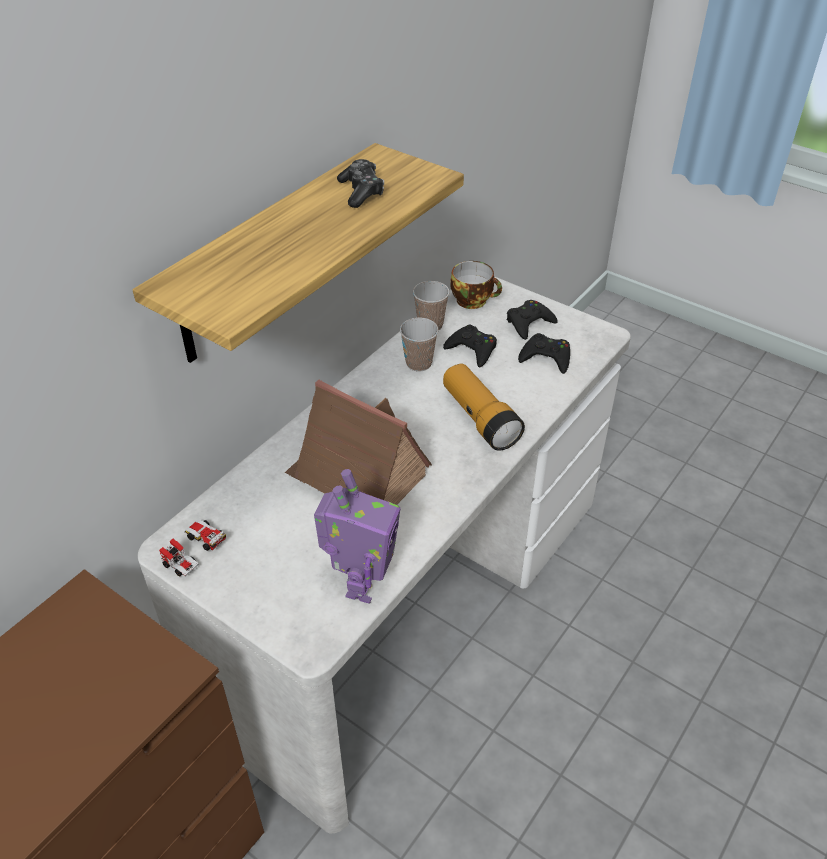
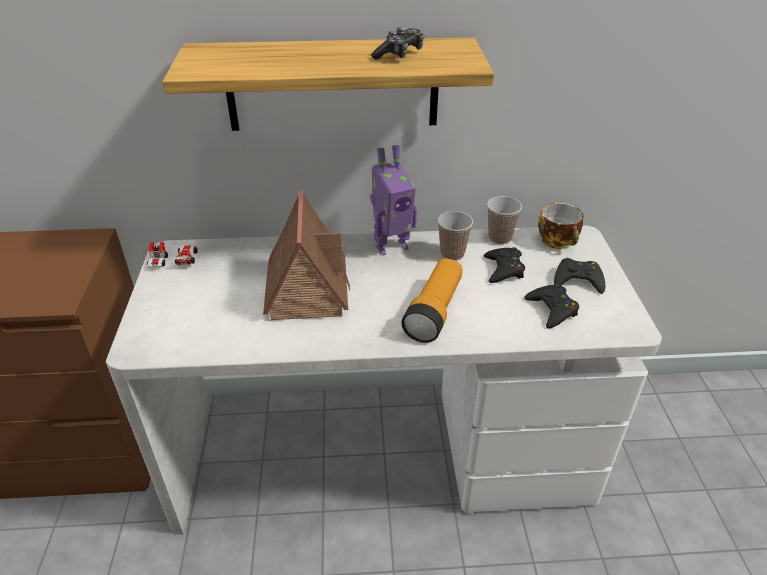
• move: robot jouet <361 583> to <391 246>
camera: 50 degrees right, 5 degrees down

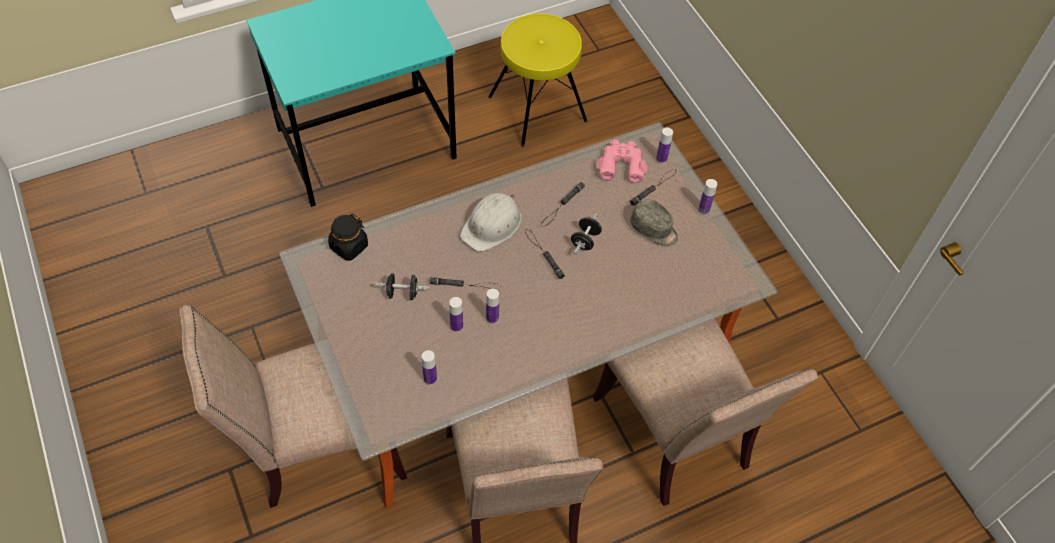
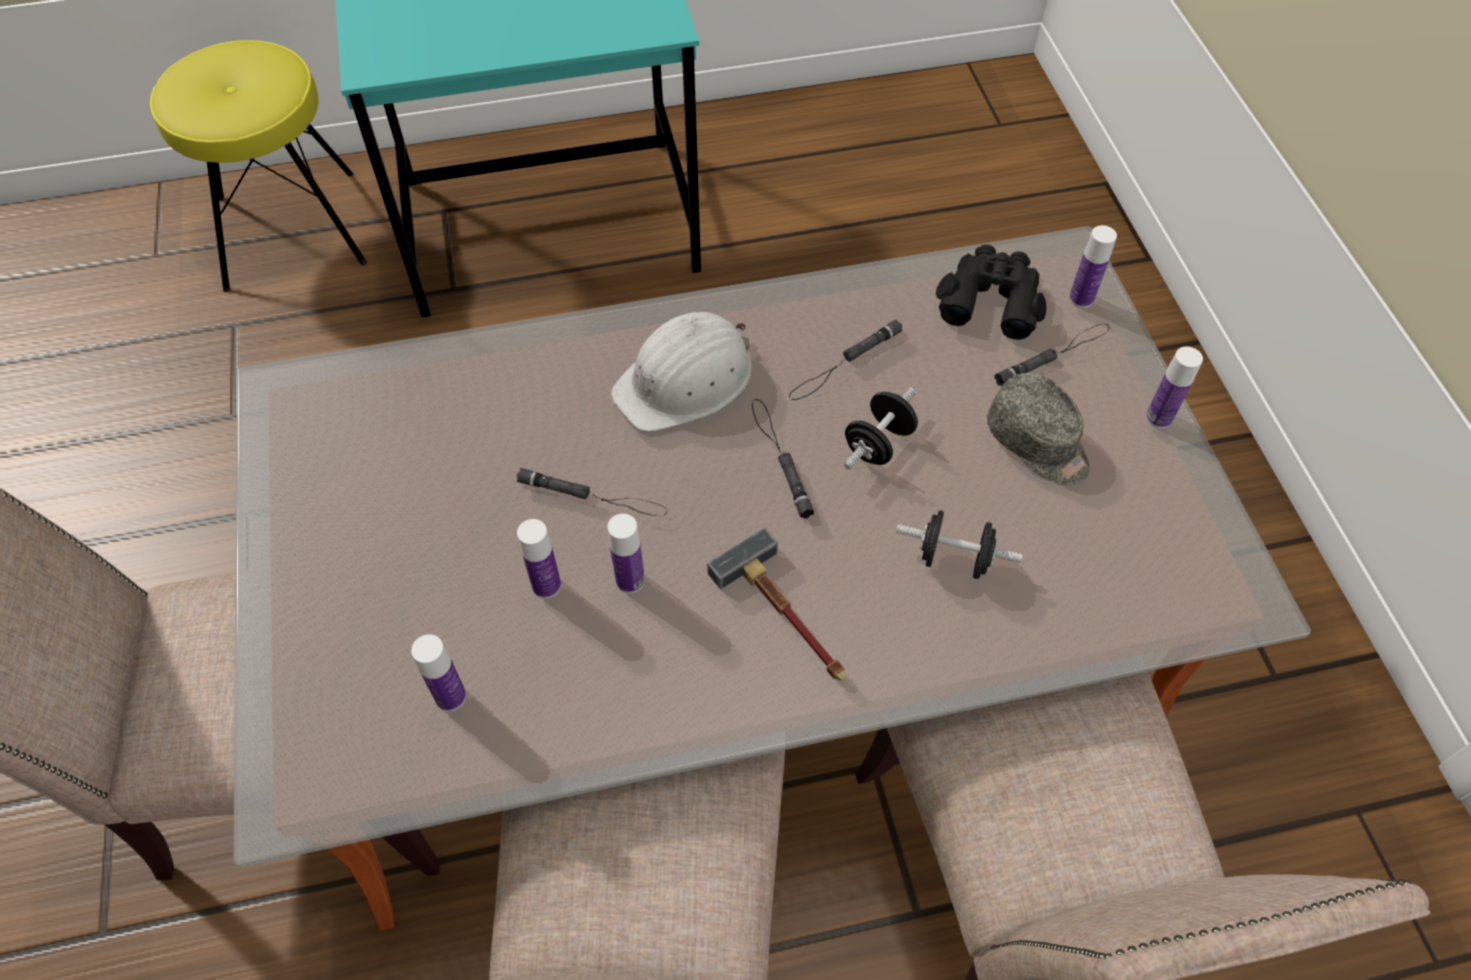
• move: tabouret/jaune <537 108> to <291 229>
• insert: marteau <787 617>
• move: haltère/noir <402 293> to <954 559>
• recolor: jumelles/rose <621 165> to jumelles/noir <991 298>
• delete: bocal/noir <349 246>
camera: 15 degrees right, 0 degrees up

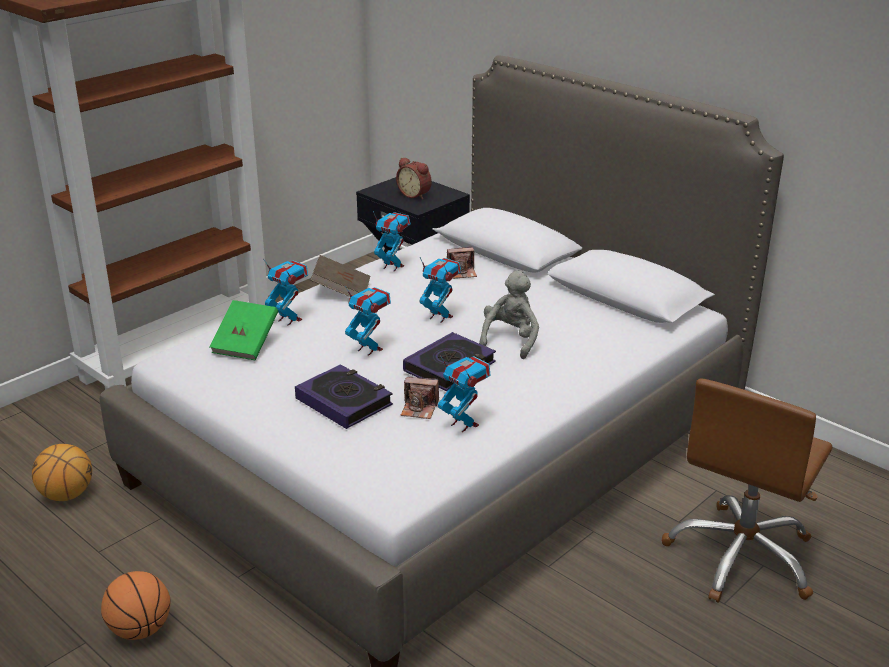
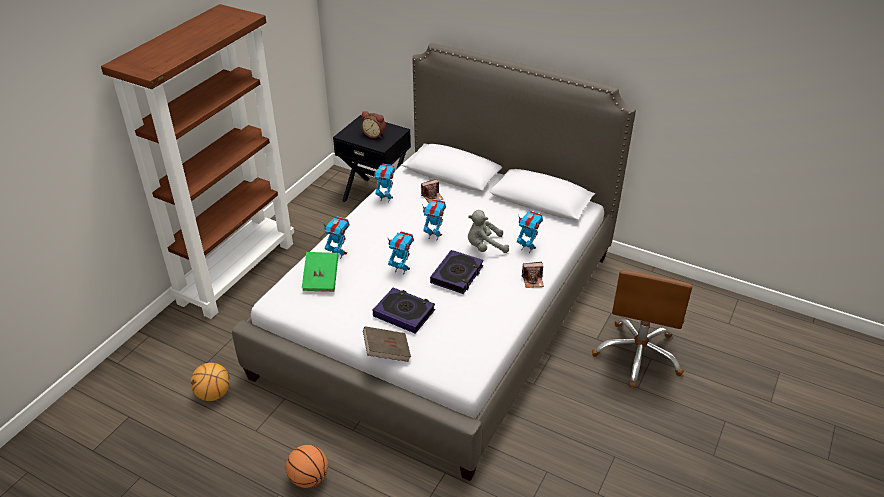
• move: livre/marron <341 291> to <387 352>
• rotate: peluche/gris <510 340> = <484 247> 105 degrees counterclockwise
• move: robot jouet <464 424> to <528 248>
• move: appareil photo <419 408> to <533 280>
camera: 15 degrees left, 10 degrees up

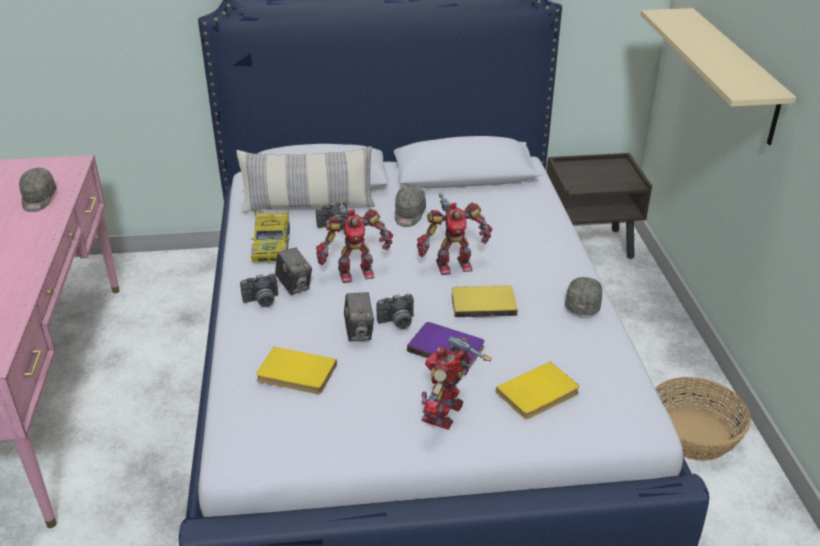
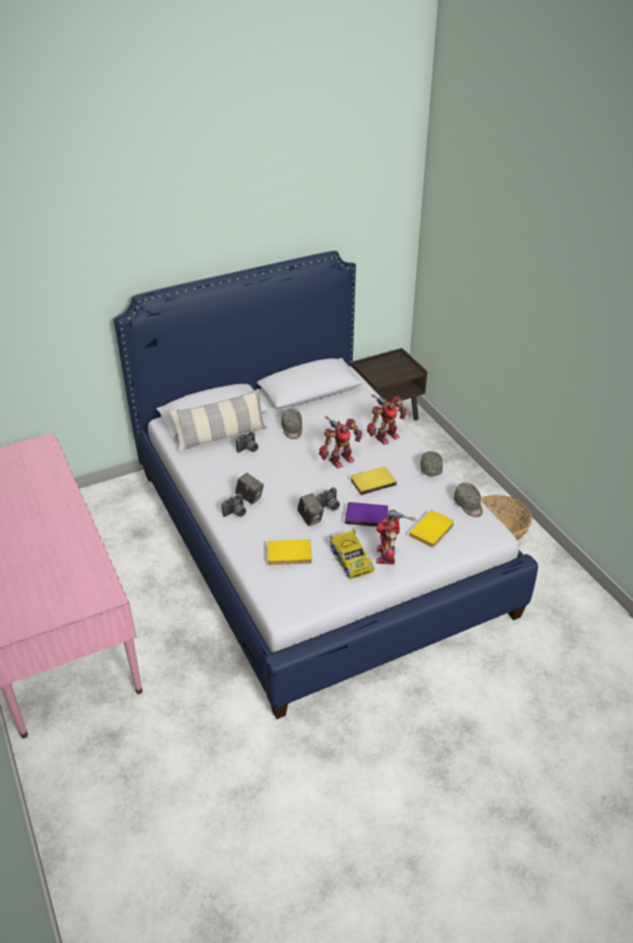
• move: petite voiture <272 245> to <351 559>
• move: robot jouet <355 272> to <385 436>
• move: casquette/gris <38 199> to <468 505>
• delete: étagère/beige <733 74>
camera: 20 degrees left, 5 degrees up

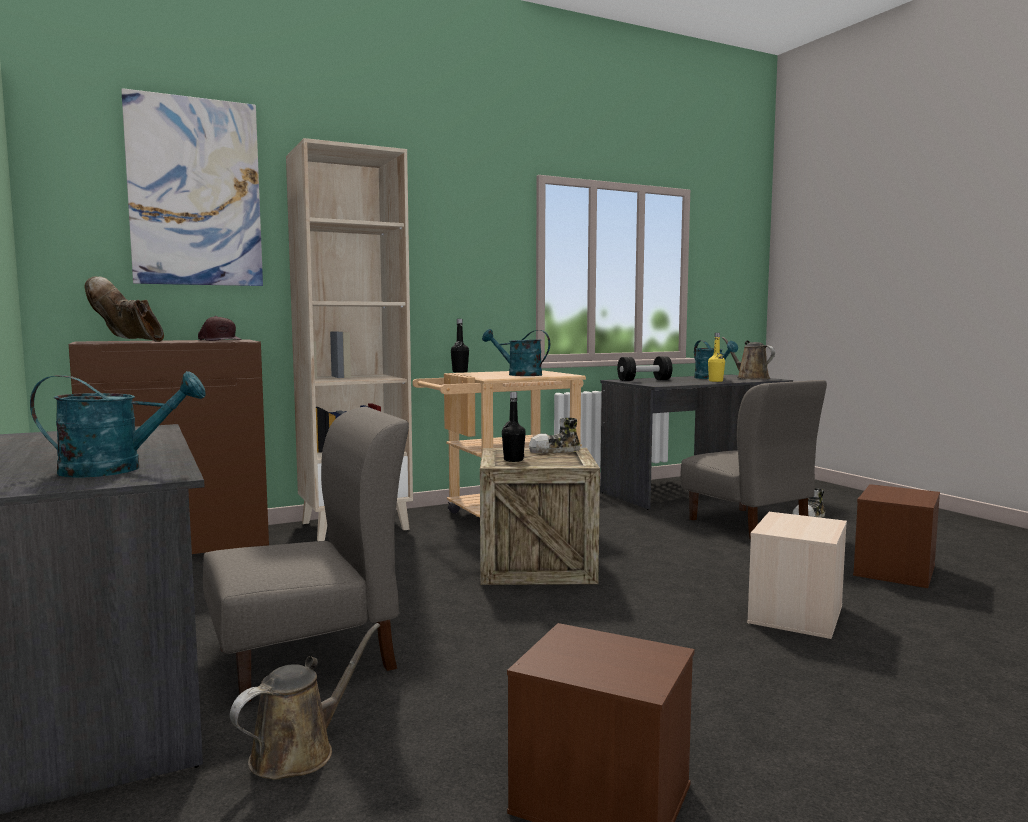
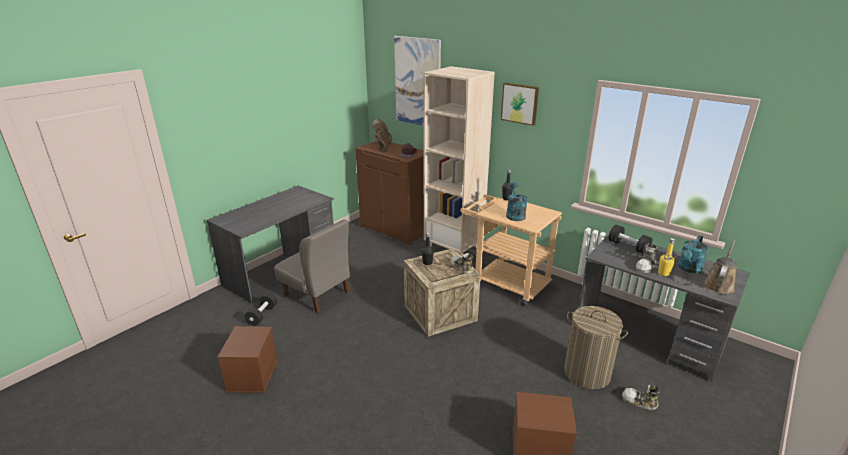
• replace: arrosoir/marron <299 752> to haltère/noir <262 315>
• insert: tableau <520 103>
• replace: chaise/gris <748 524> to panier à linge <587 373>
• insert: chaussure <646 266>
• delete: arrosoir/turquoise <116 469>
• delete: boîte de rangement/beige <797 615>
camera: 65 degrees right, 20 degrees up

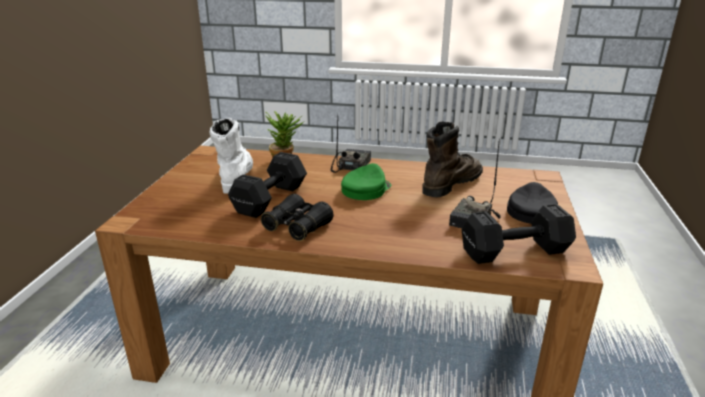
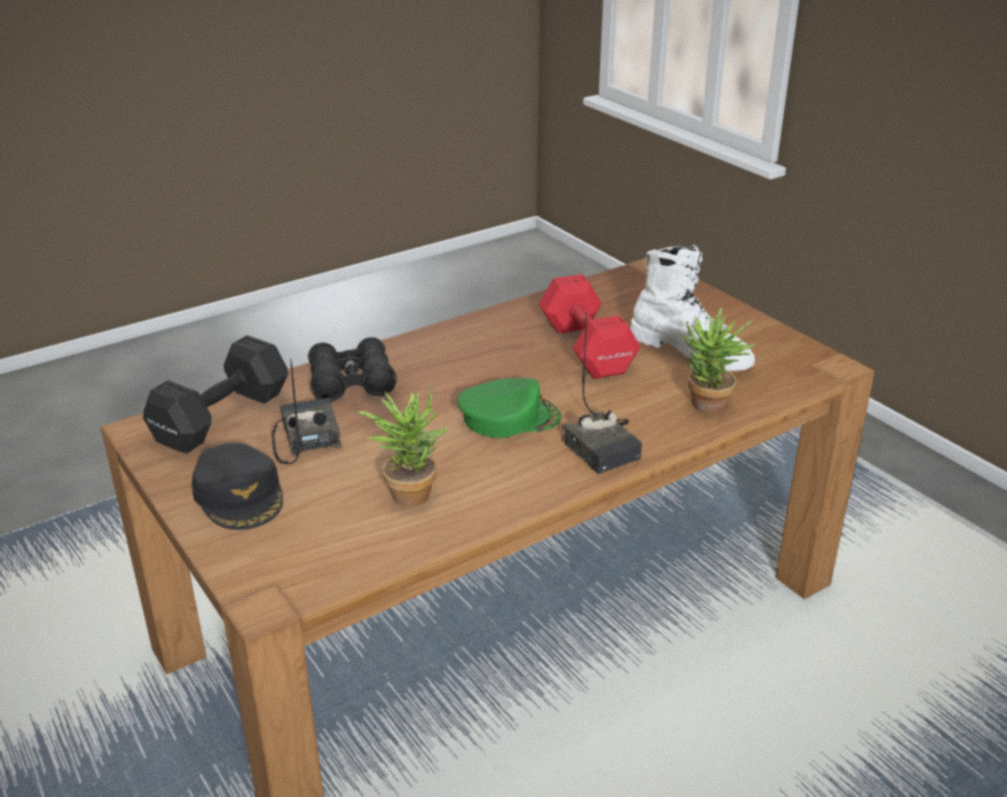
• move: jumelles/noir <297 227> to <351 383>
• replace: botte/marron <451 184> to plante en pot <407 491>
• rotate: casquette/vert <365 189> = <509 417> 90 degrees counterclockwise
• recolor: haltère/noir <272 198> to haltère/rouge <586 350>
camera: 135 degrees right, 5 degrees up

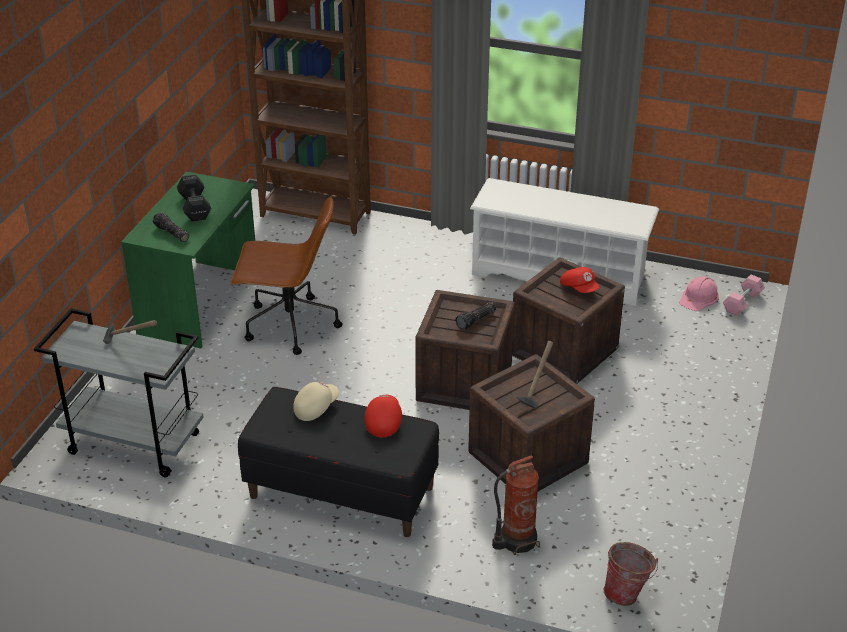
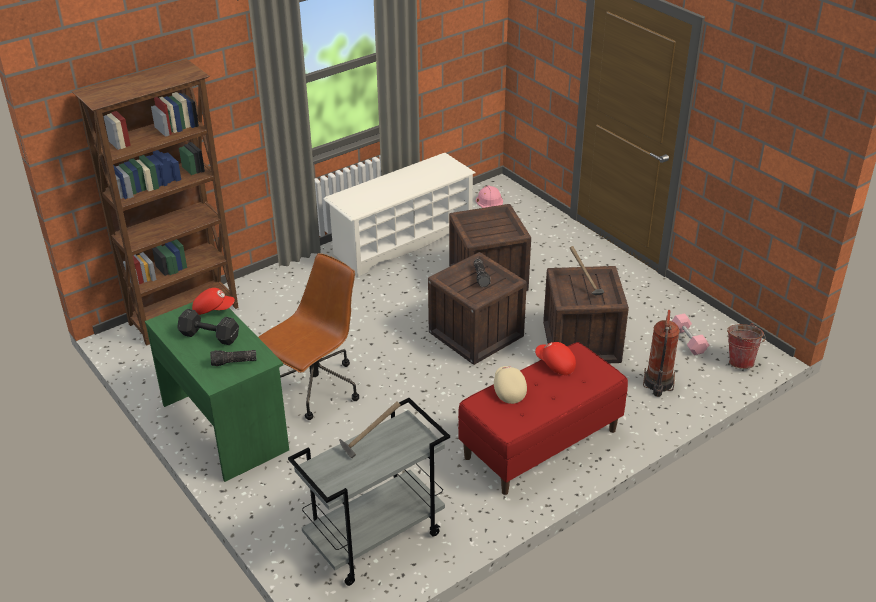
• move: casquette/rouge <579 288> to <213 309>
• recolor: banc/noir <341 492> to banc/rouge <541 444>
• move: haltère/rose <742 302> to <688 341>
camera: 55 degrees left, 0 degrees up

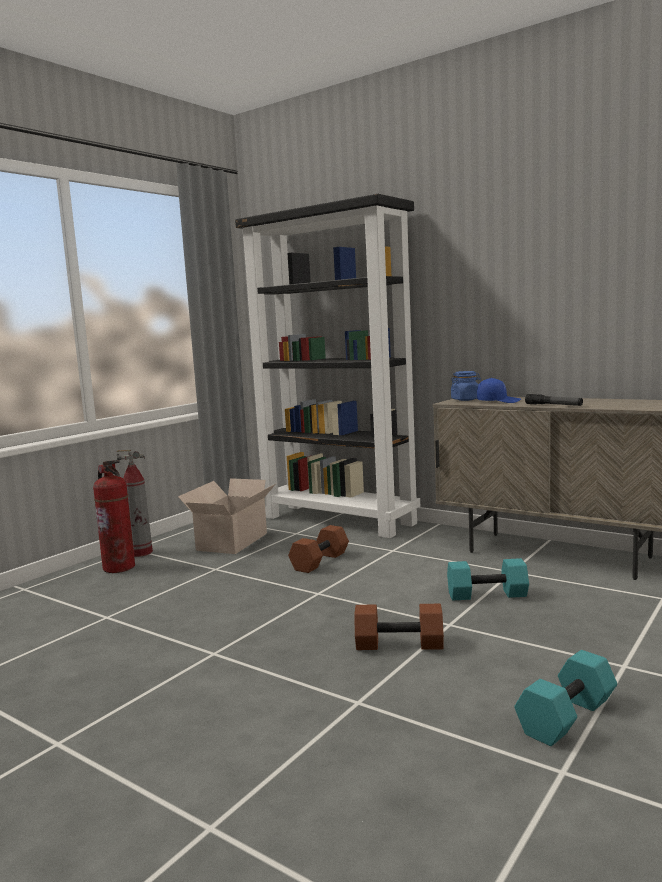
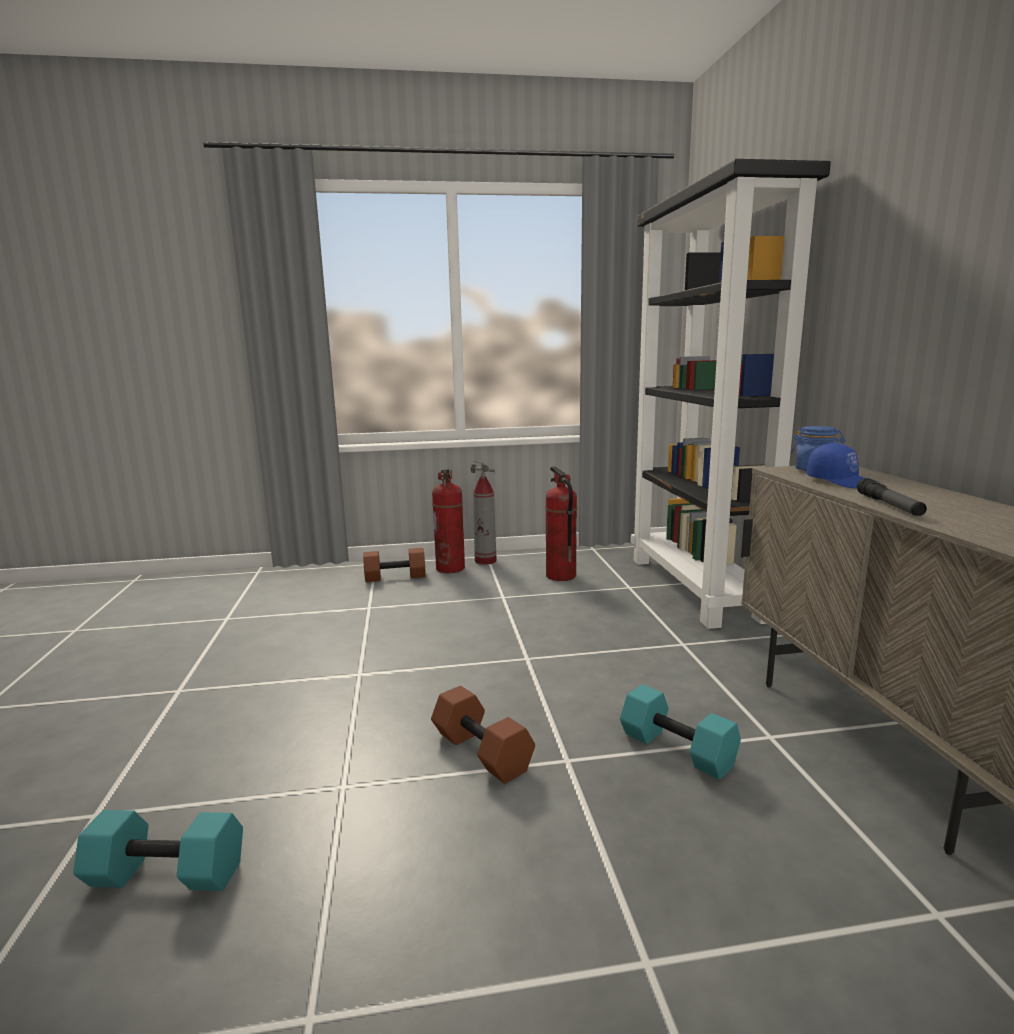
• move: haltère/turquoise <567 718> to <164 876>
• move: haltère/marron <320 562> to <394 577>
• replace: carton <230 542> to extincteur <561 576>
camera: 45 degrees right, 5 degrees up

